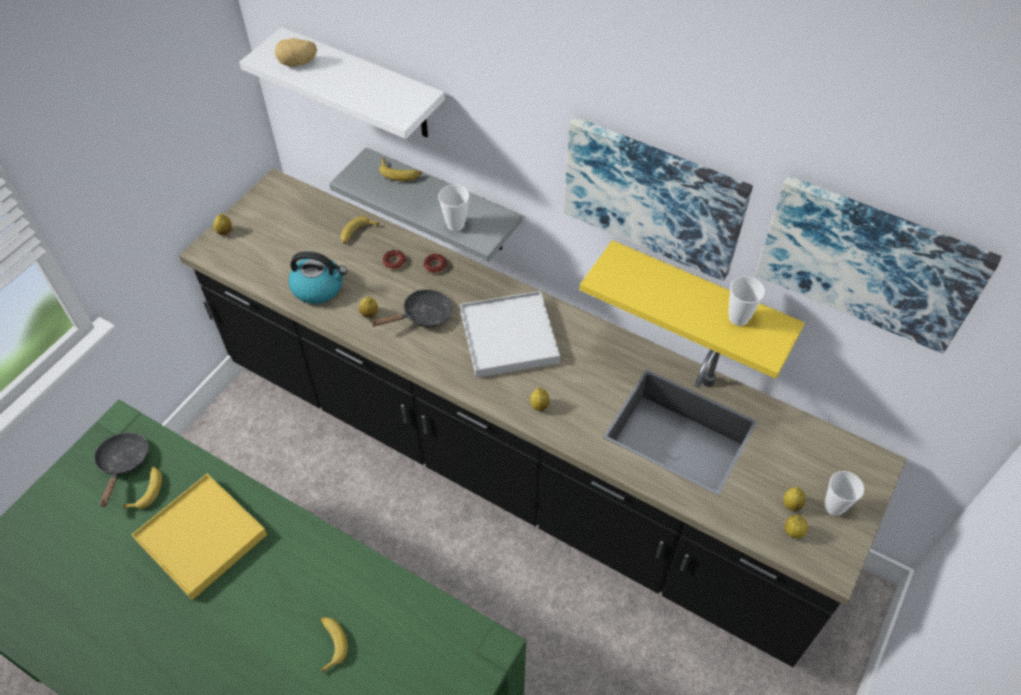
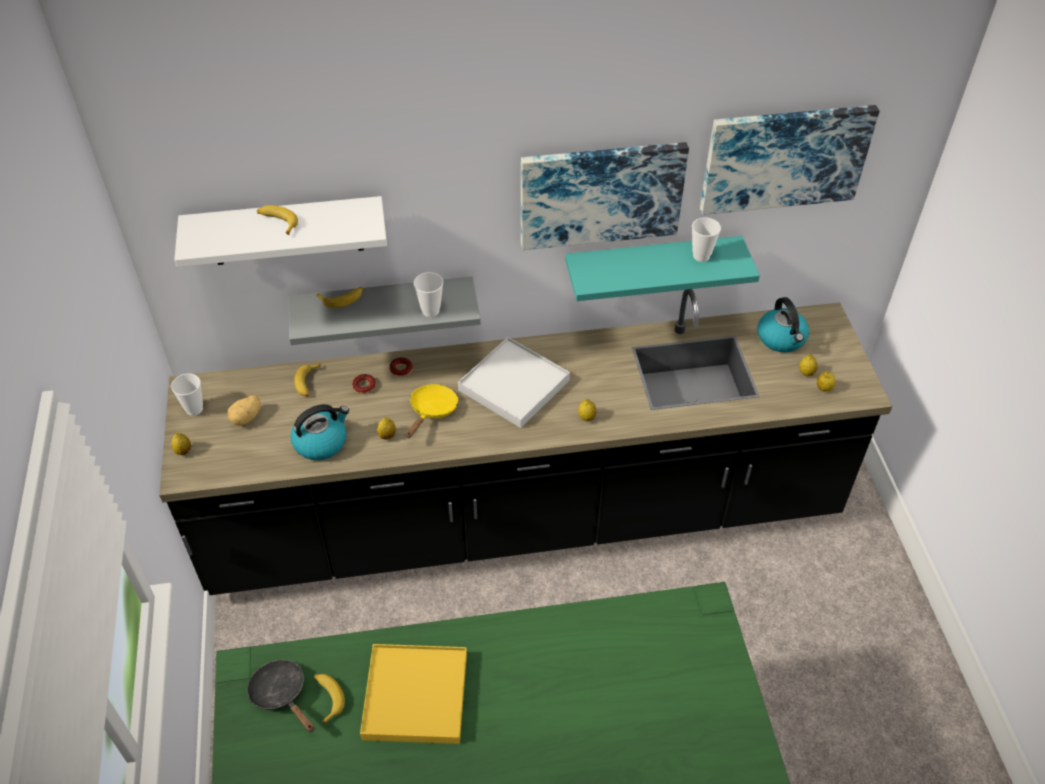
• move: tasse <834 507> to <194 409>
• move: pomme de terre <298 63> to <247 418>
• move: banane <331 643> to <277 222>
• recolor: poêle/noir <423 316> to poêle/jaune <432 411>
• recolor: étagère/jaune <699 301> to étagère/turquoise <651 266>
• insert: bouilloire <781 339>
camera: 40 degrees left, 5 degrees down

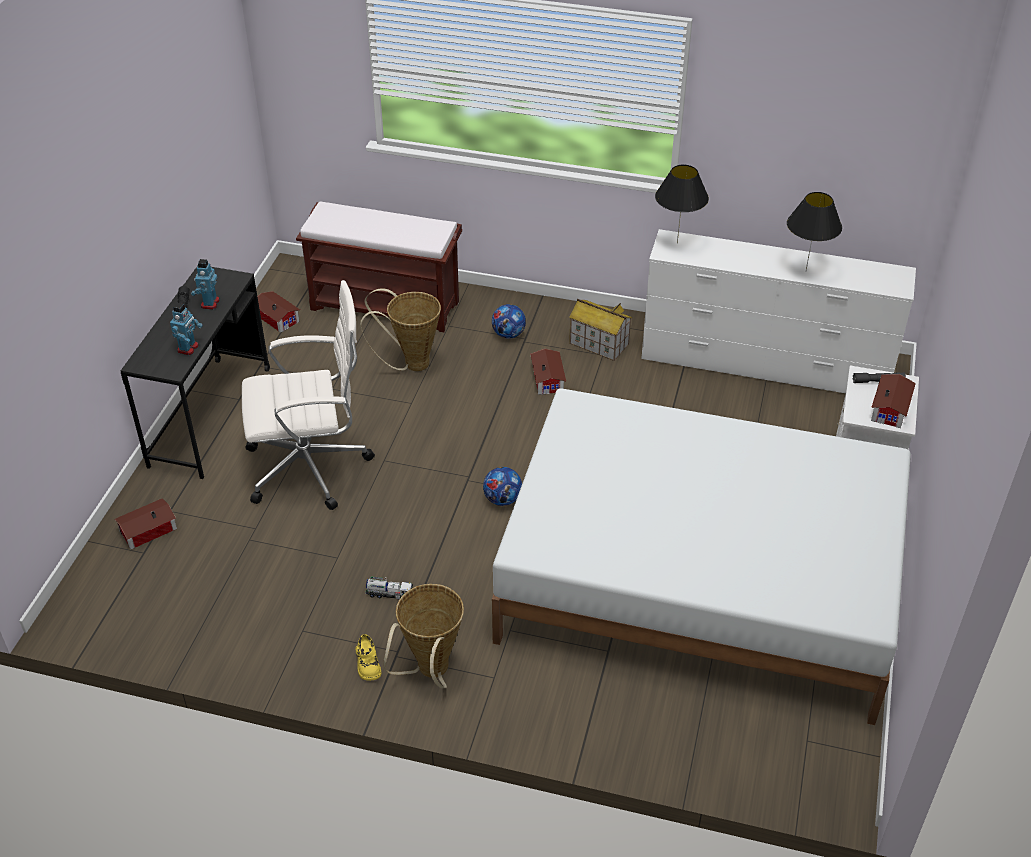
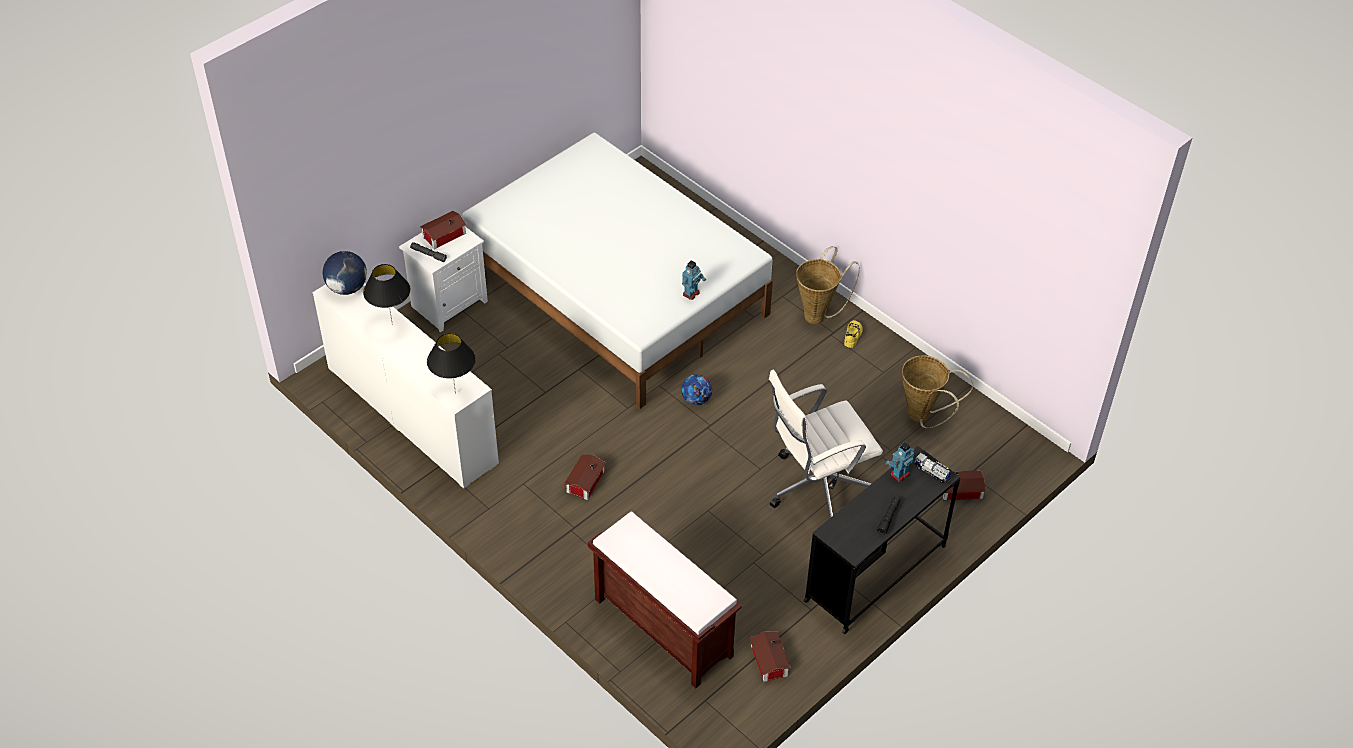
• insert: globe <347 288>
• move: robot jouet <209 303> to <691 293>
• rotate: chaise de bureau/blanc <311 467> = <817 488> 45 degrees counterclockwise
• move: panier <411 363> to <923 417>
• move: camion jouet <389 594> to <932 472>
• delete: ballon de foot <508 334>
• delete: maison miniature <598 344>
camera: 150 degrees left, 5 degrees up

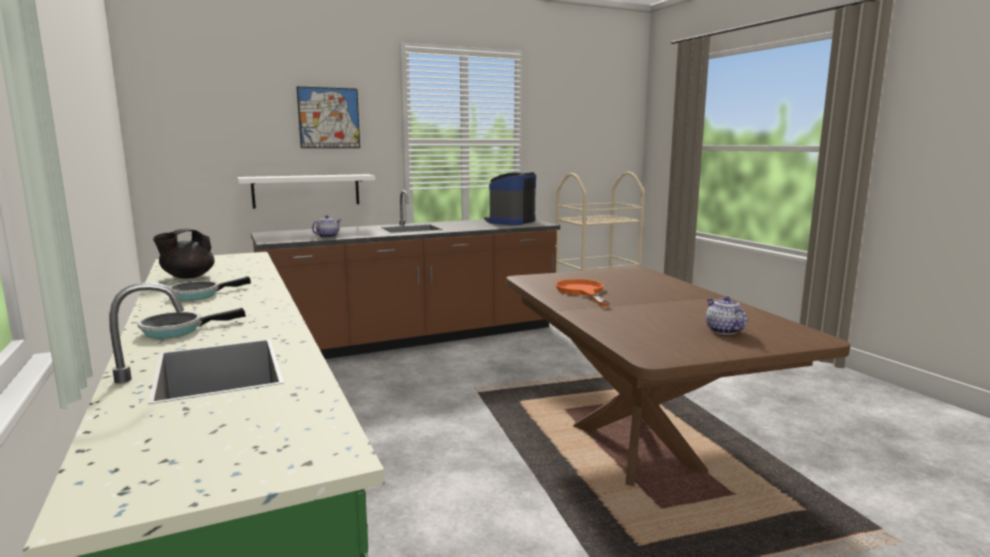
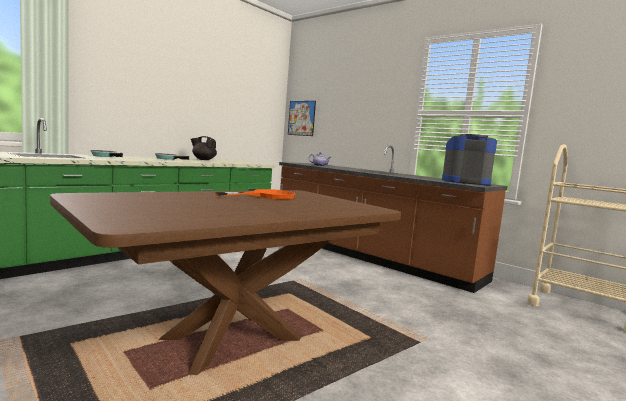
• move: tableau <329 118> to <301 118>
• delete: étagère/blanc <306 191>
• delete: théière <722 330>
camera: 65 degrees right, 5 degrees down

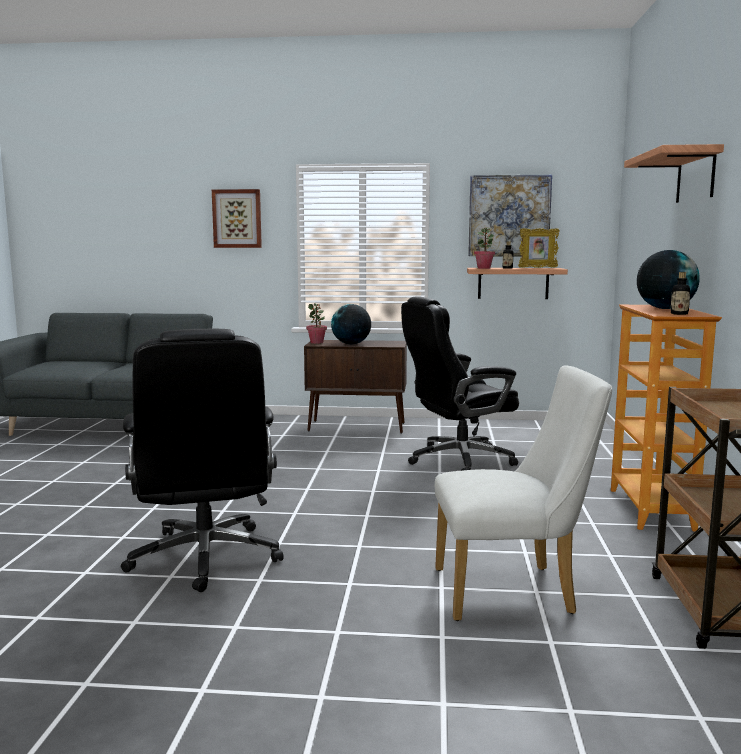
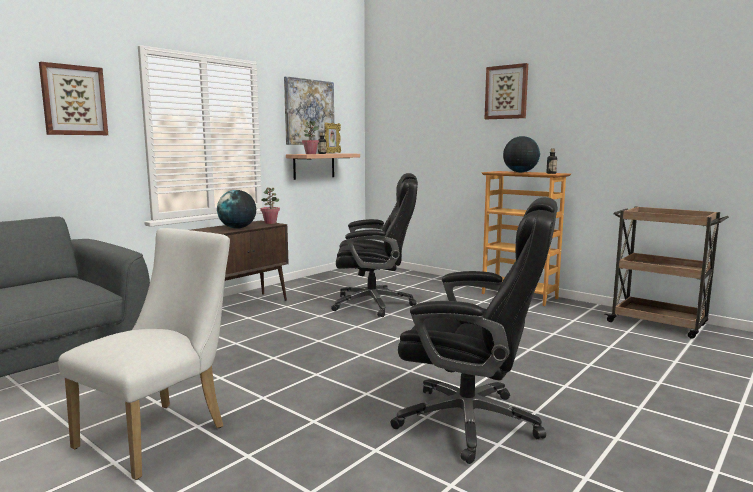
• move: chaise/blanc <514 591> to <161 433>
• move: plante en pot <317 342> to <270 223>
• rotate: chaise de bureau/noir <458 460> = <374 304> 105 degrees counterclockwise
• replace: étagère <695 176> to tableau <506 92>
camera: 55 degrees left, 0 degrees up

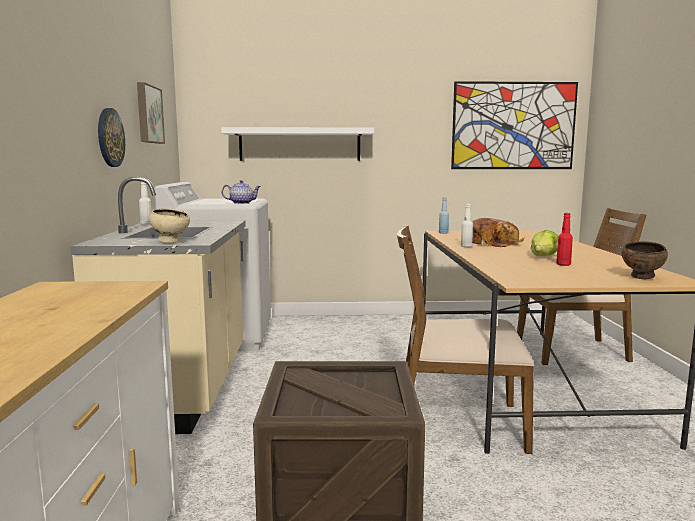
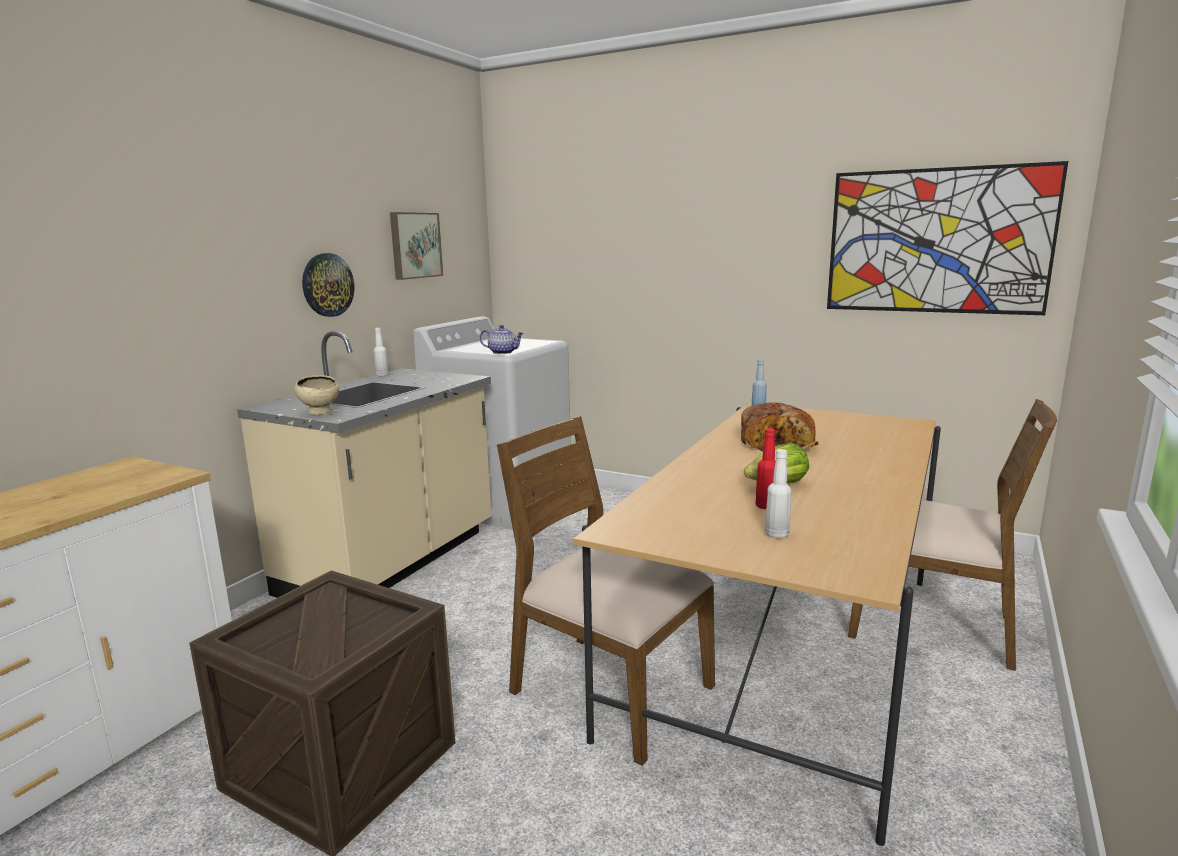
• move: bouteille/blanc <466 246> to <776 534>
• delete: étagère/blanc <299 145>
• delete: bol/marron <642 278>
camera: 30 degrees right, 5 degrees up

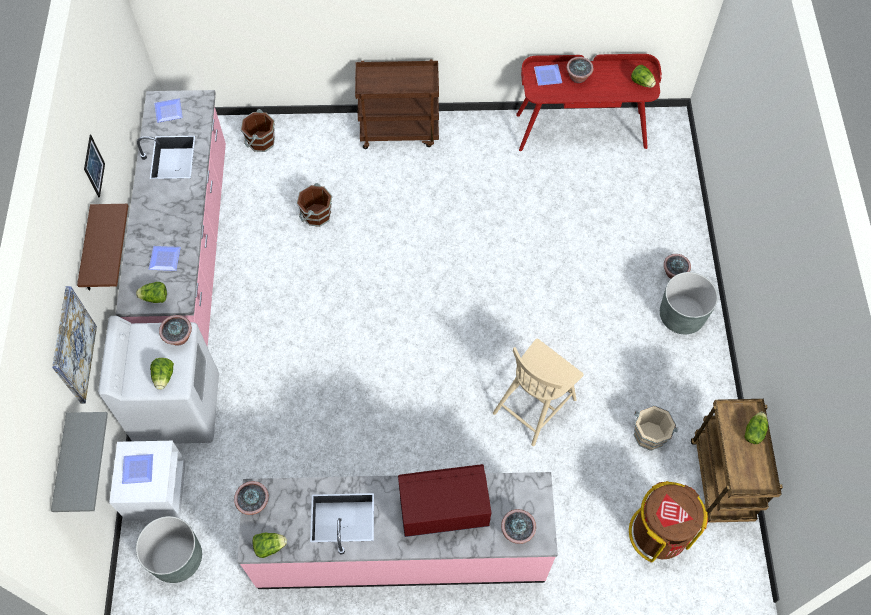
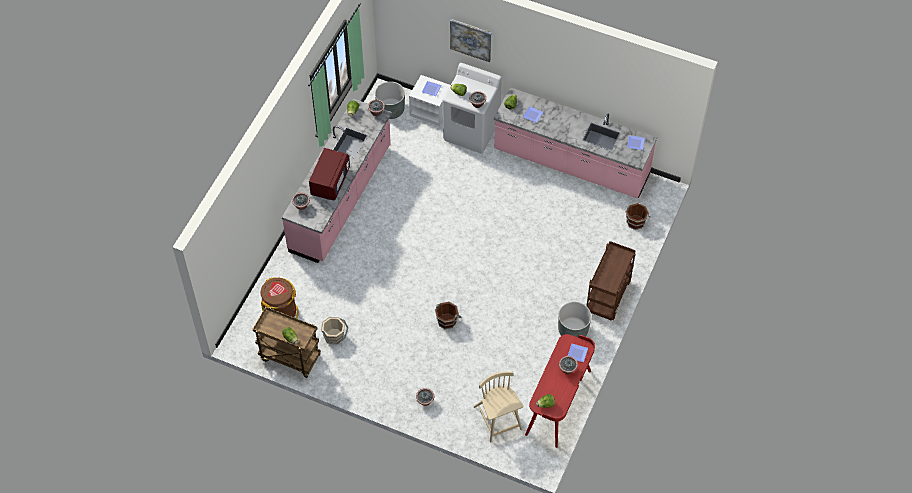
• move: seau/marron <316 215> to <447 320>
• move: chaise/beige <535 404> to <498 419>
• move: cache-pot/gris <681 316> to <573 330>
• delete: étagère/gris <64 466>
• delete: étagère/marron <88 252>
• delete: tableau <94 166>
camera: 115 degrees right, 5 degrees down

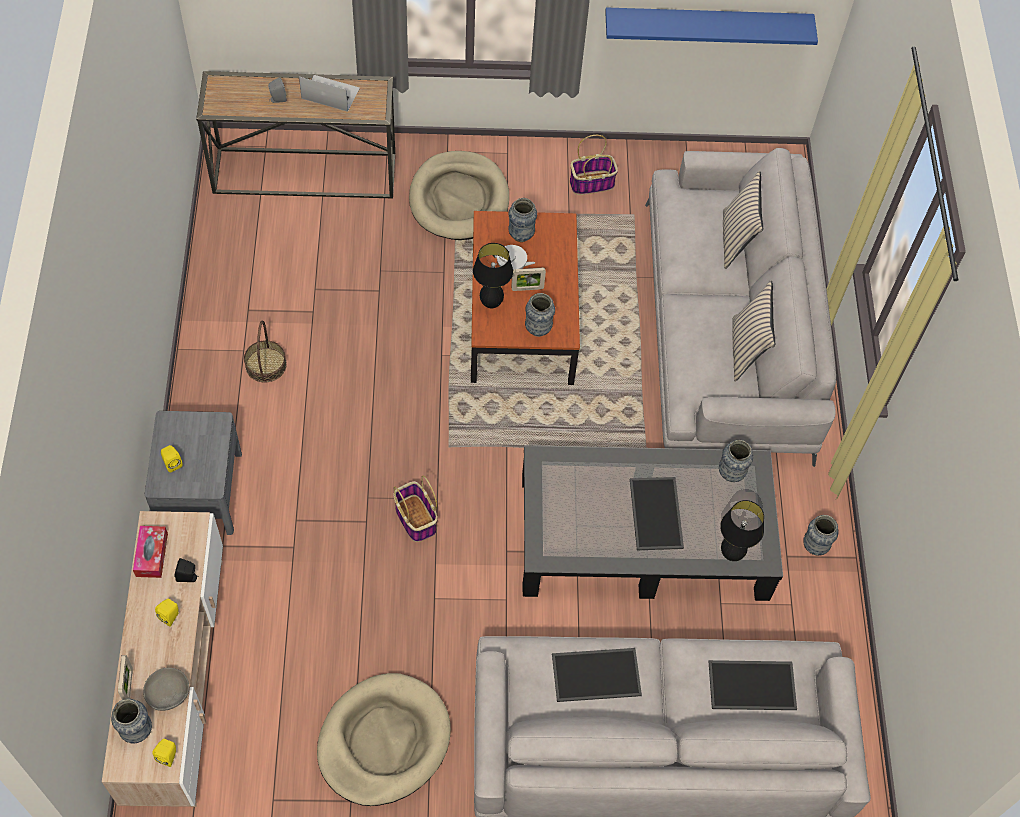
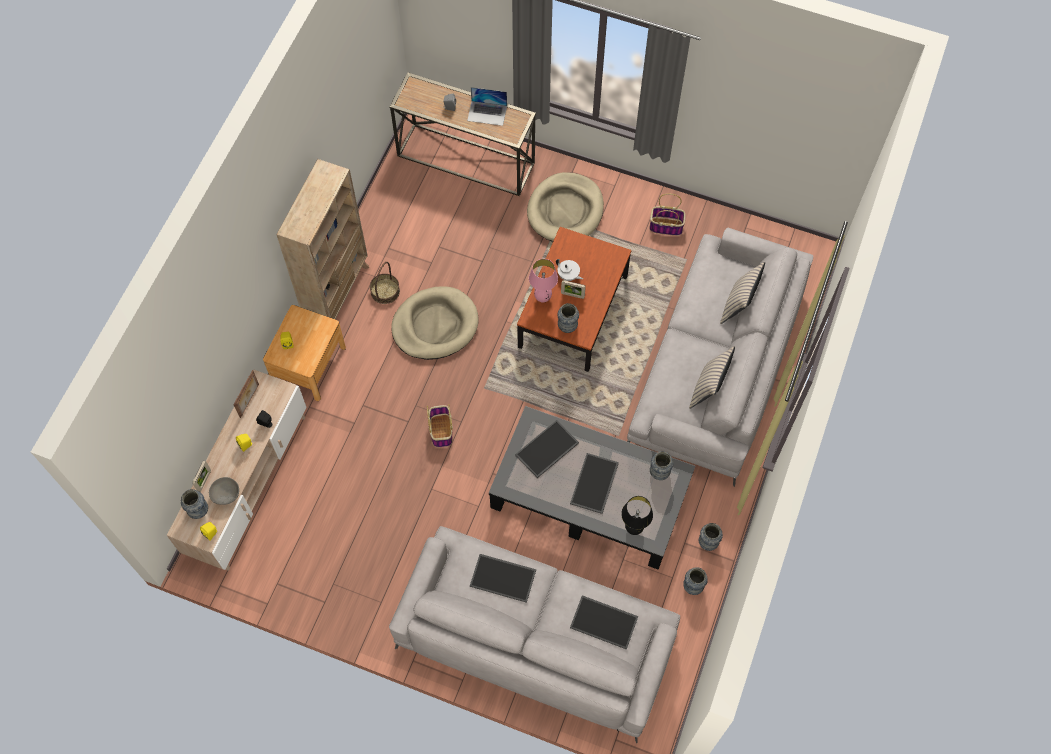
• replace: boîte à mouchoirs <152 555> to cadre photo <250 401>
• recolor: table de chevet/gris <200 491> to table de chevet/marron <309 365>
• insert: bibliothèque/beige <338 293>
• move: panier pour chien/beige <383 741> to <435 325>
• rotate: ordinateur portable <330 93> = <487 113> 150 degrees clockwise
• insert: plateau <547 450>
• recolor: lampe de table/noir <491 303> to lampe de table/rose <543 298>
• move: vase <521 235> to <693 586>
• delete: étagère/bleu <707 24>
camera: 25 degrees right, 5 degrees up

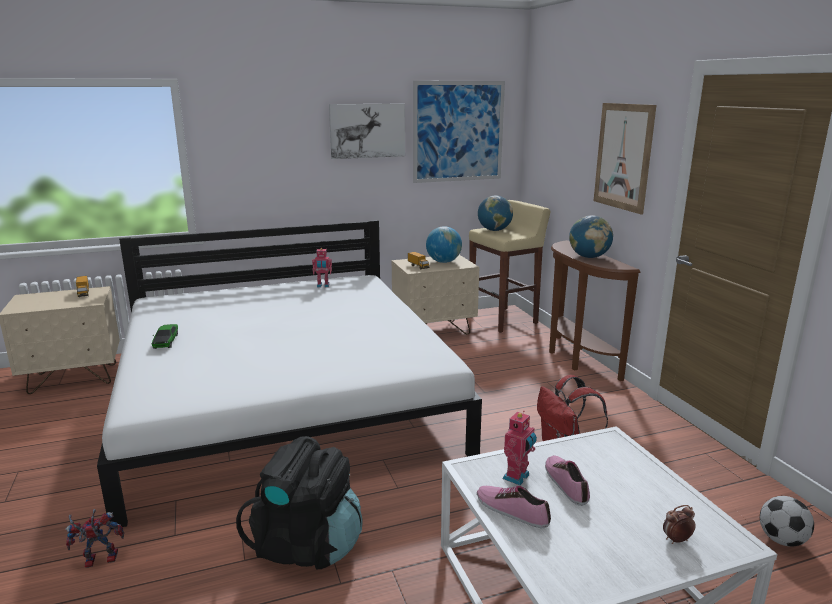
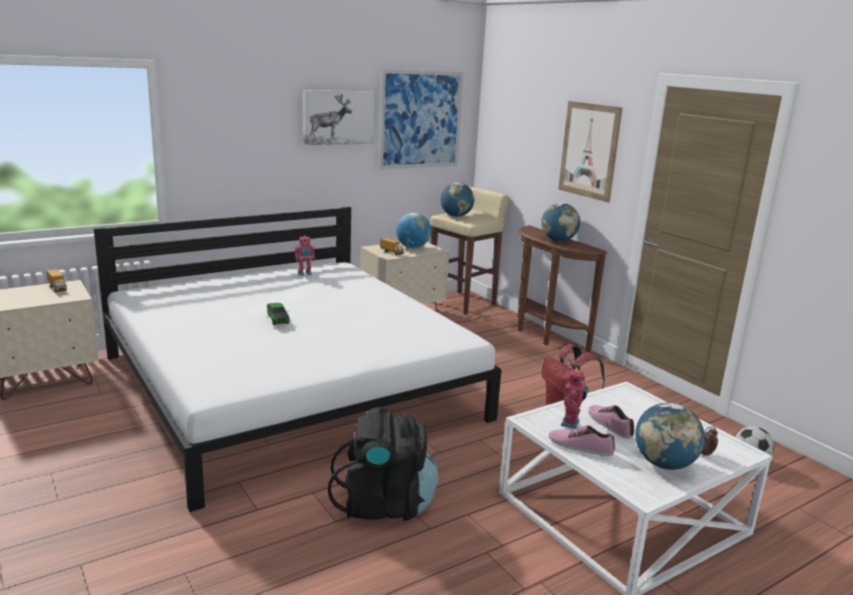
• move: petite voiture <166 341> to <277 318>
• insert: globe <664 464>
• delete: robot jouet <98 561>
camera: 15 degrees left, 0 degrees up

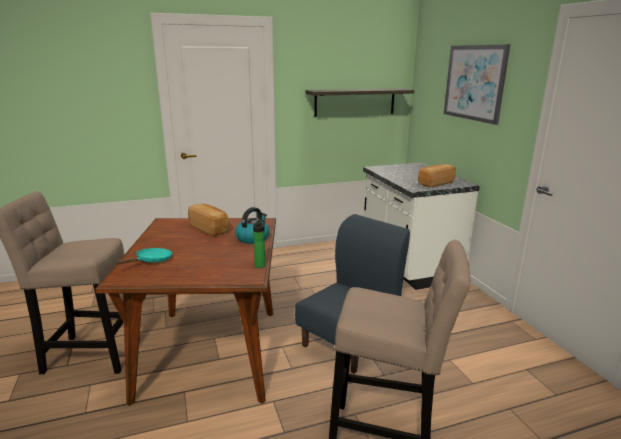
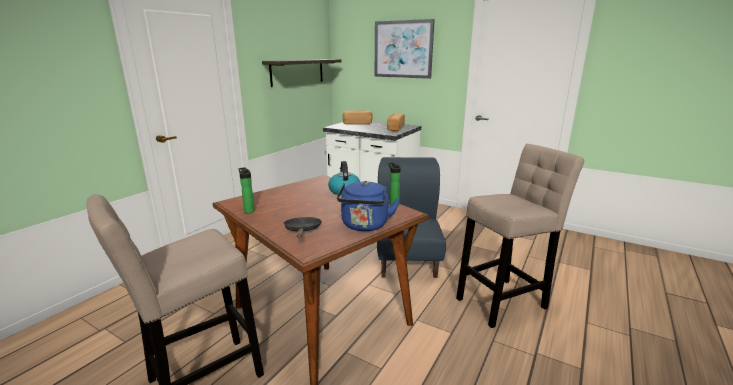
• insert: bouteille <248 210>
• recolor: poêle/turquoise <151 261> to poêle/noir <302 231>
• insert: bouilloire/bleu <365 226>
• move: pain <210 228> to <357 123>
camera: 40 degrees left, 0 degrees up

